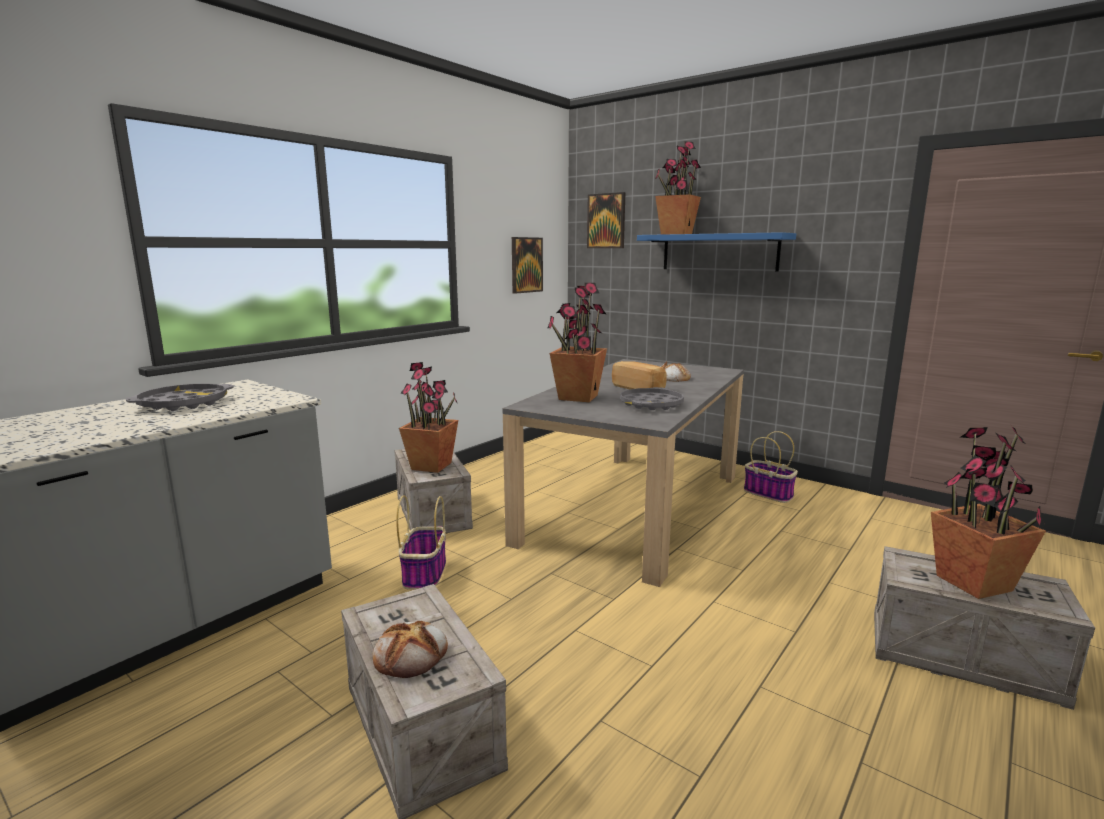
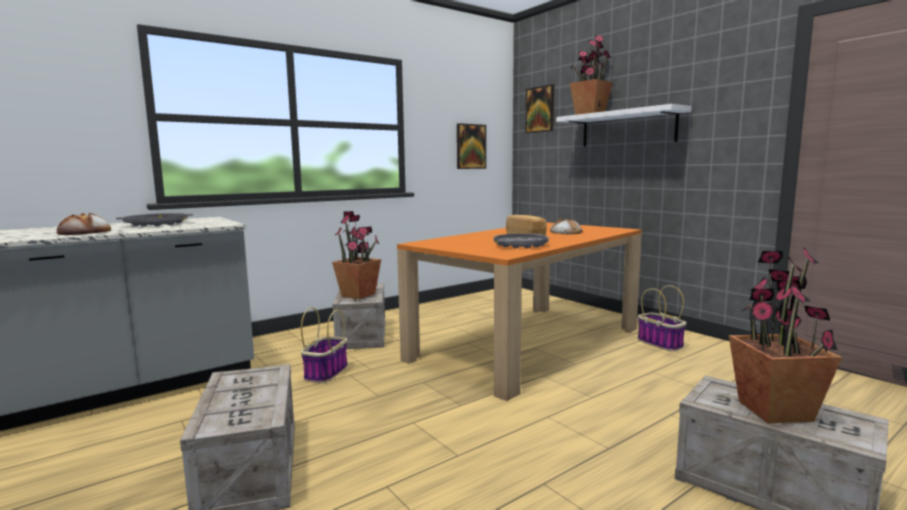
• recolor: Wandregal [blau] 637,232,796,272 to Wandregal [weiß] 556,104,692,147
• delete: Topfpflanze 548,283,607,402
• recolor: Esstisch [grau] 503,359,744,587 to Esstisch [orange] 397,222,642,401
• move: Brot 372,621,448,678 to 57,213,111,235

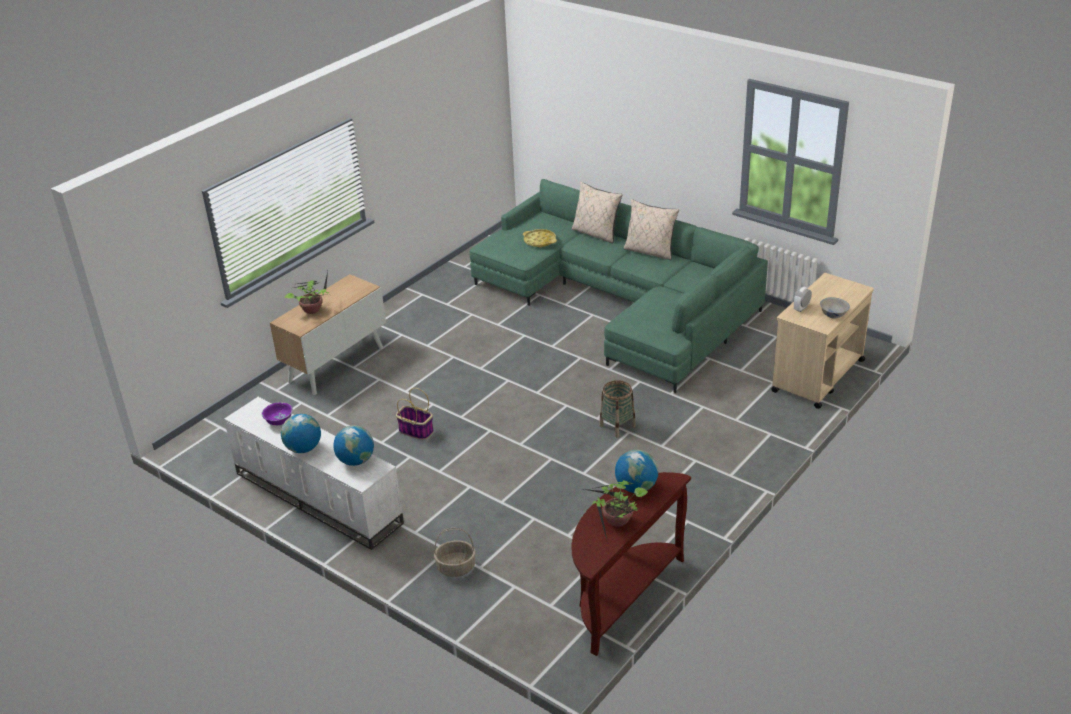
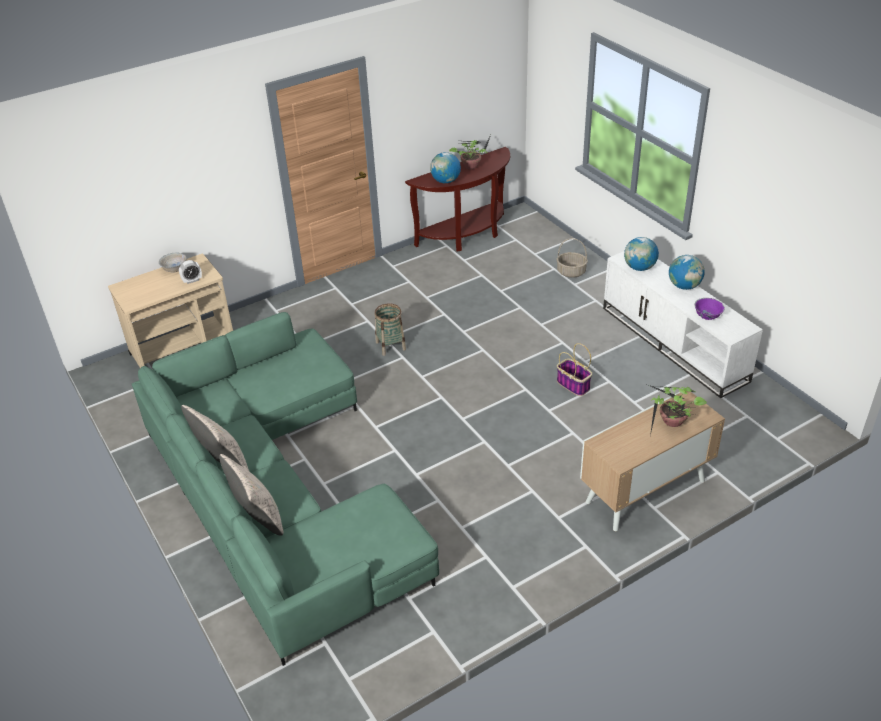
• delete: Tablett [gelb] 523,229,557,248

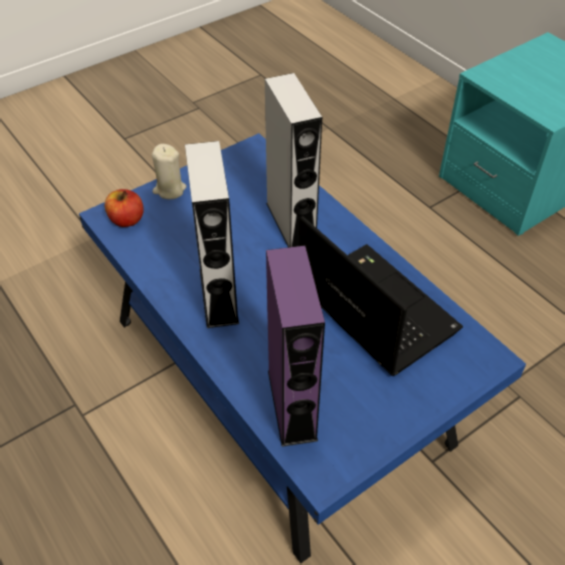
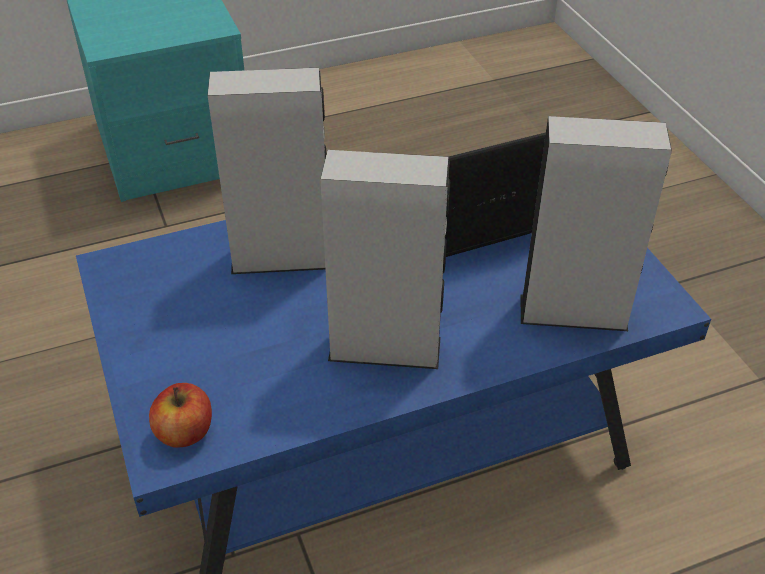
• delete: Kerze [beige] 152,144,186,199
• recolor: Lautsprecher [lila] 266,246,325,447 to Lautsprecher [grau] 521,116,672,331

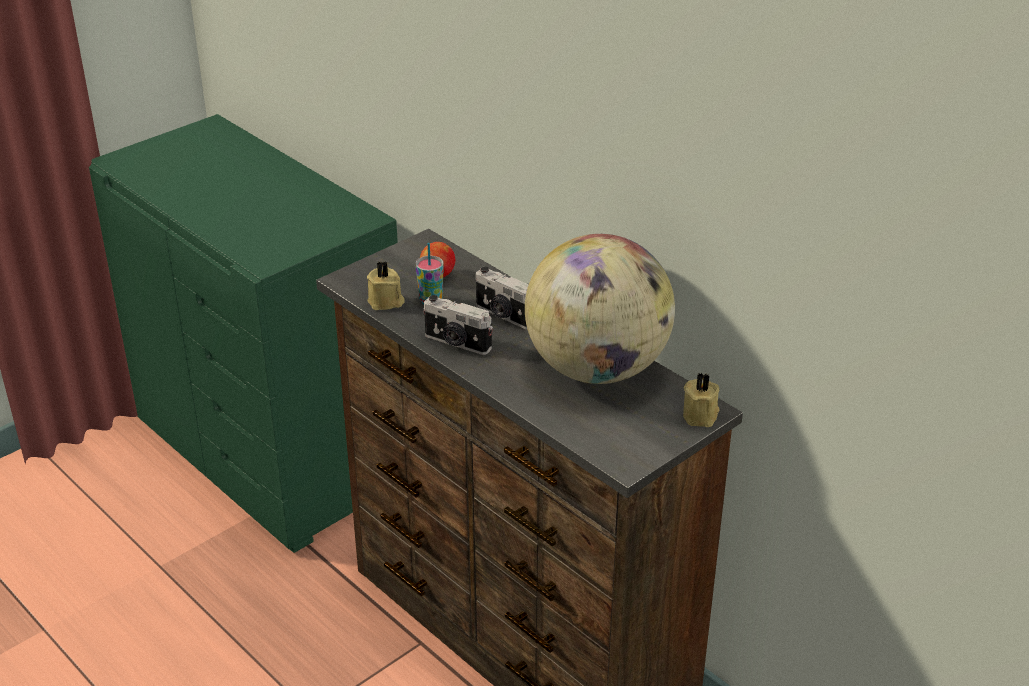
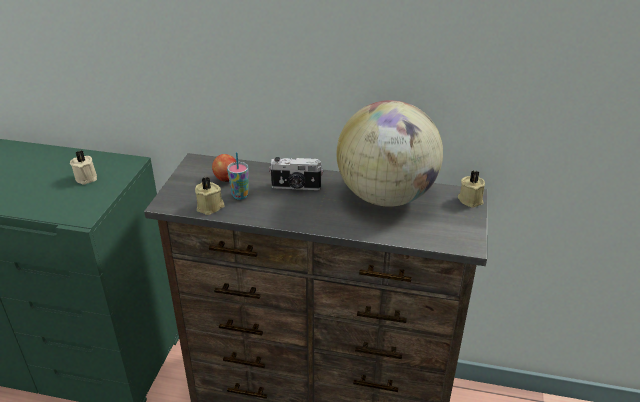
• delete: Kamera 423,295,493,355
• insert: Kerze [beige] 70,151,97,185

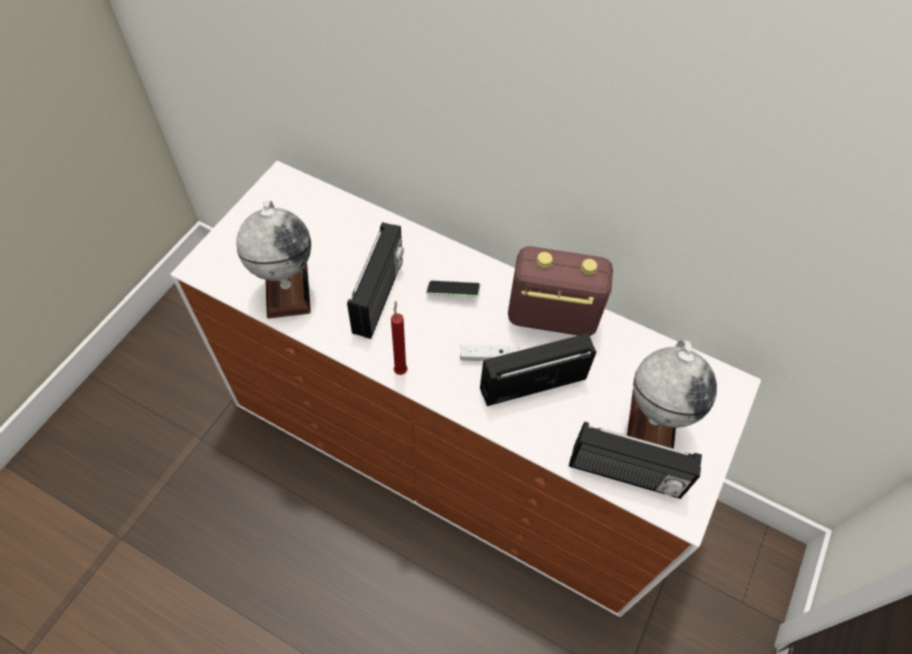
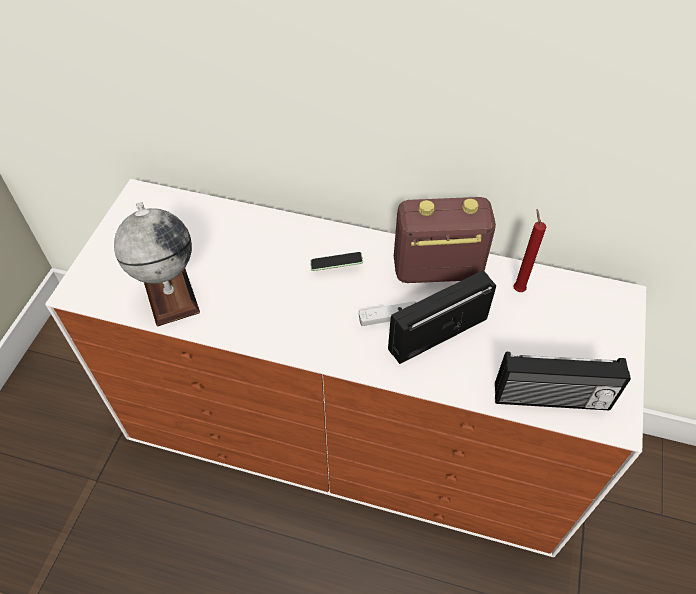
• delete: Radio 347,222,404,339
• move: Kerze [rot] 391,301,408,375 to 513,209,546,292
• delete: Globus 627,340,717,449

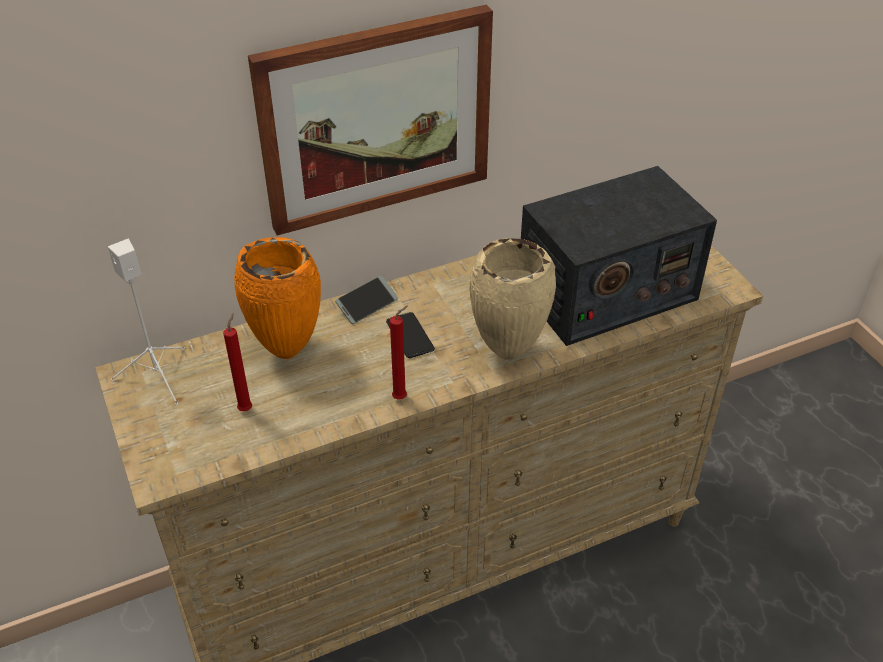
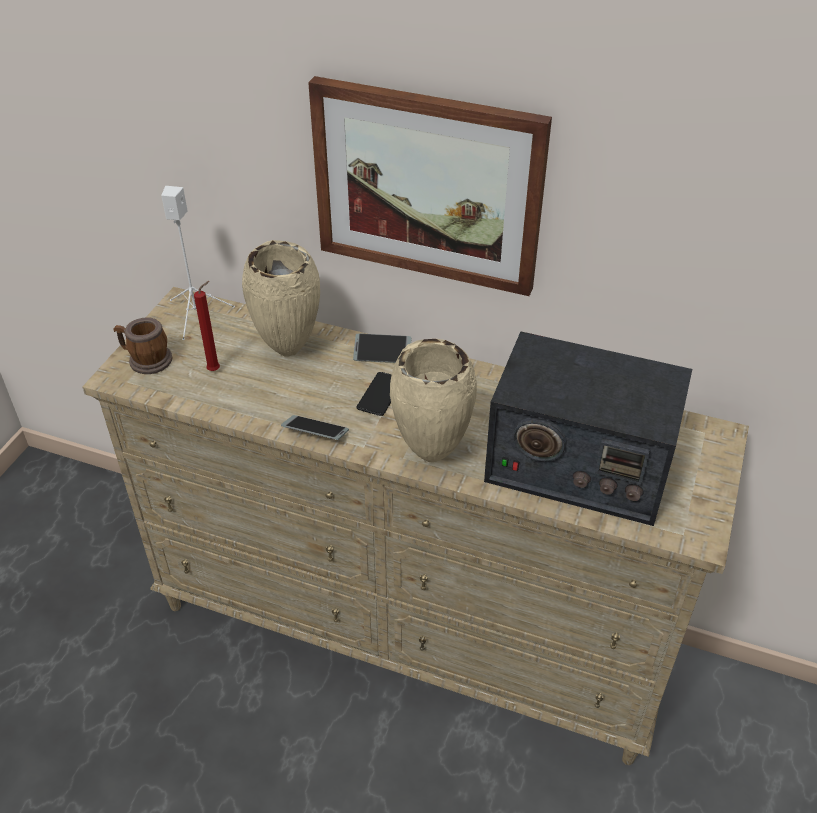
• recolor: Vase [orange] 234,237,321,359 to Vase [beige] 242,240,320,357
• replace: Kerze [rot] 390,306,408,400 to Handy 281,415,349,440
• insert: Henkelbecher 114,318,172,374

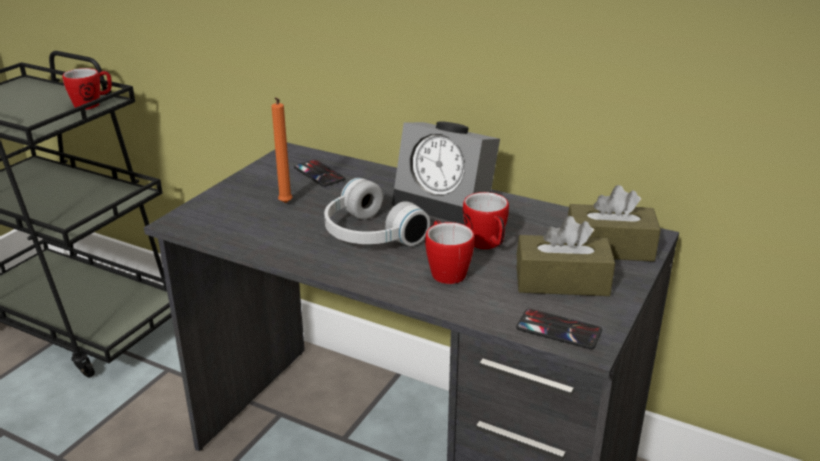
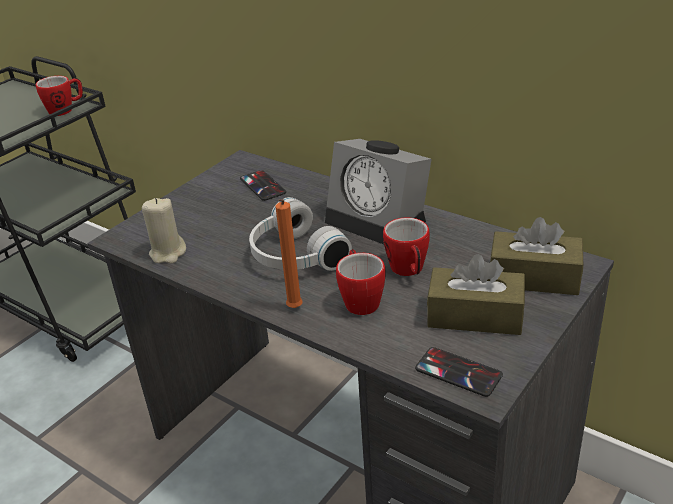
• move: Kerze [orange] 271,97,293,203 to 276,199,303,308
• insert: Kerze [beige] 142,198,186,263

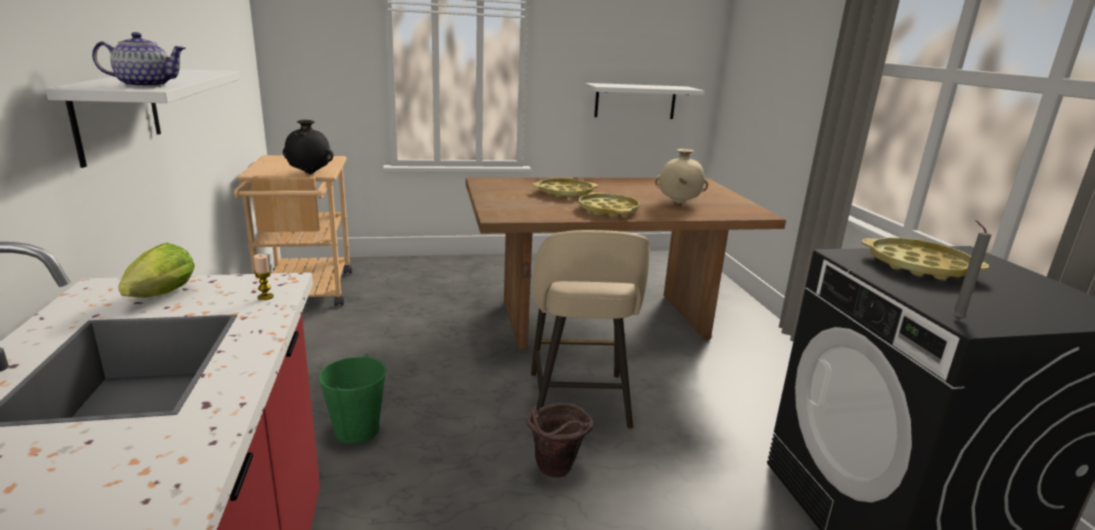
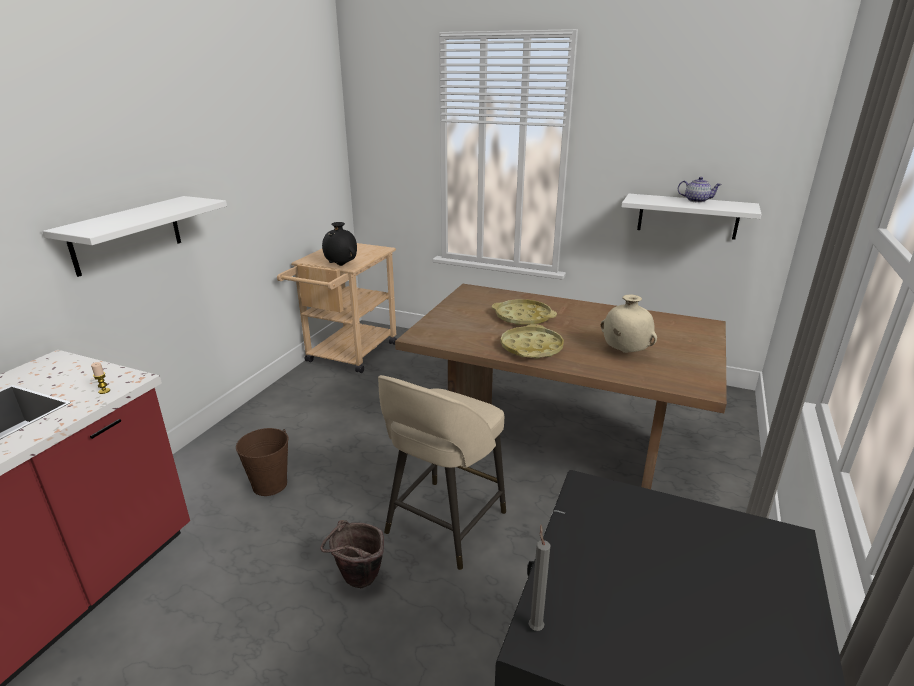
• move: Teekanne 92,32,186,87 to 678,177,722,203
• delete: Tablett [gelb] 862,237,989,280
• delete: Salatkopf 118,243,195,298
• recolor: Eimer [grün] 318,354,387,444 to Eimer [braun] 236,428,289,496

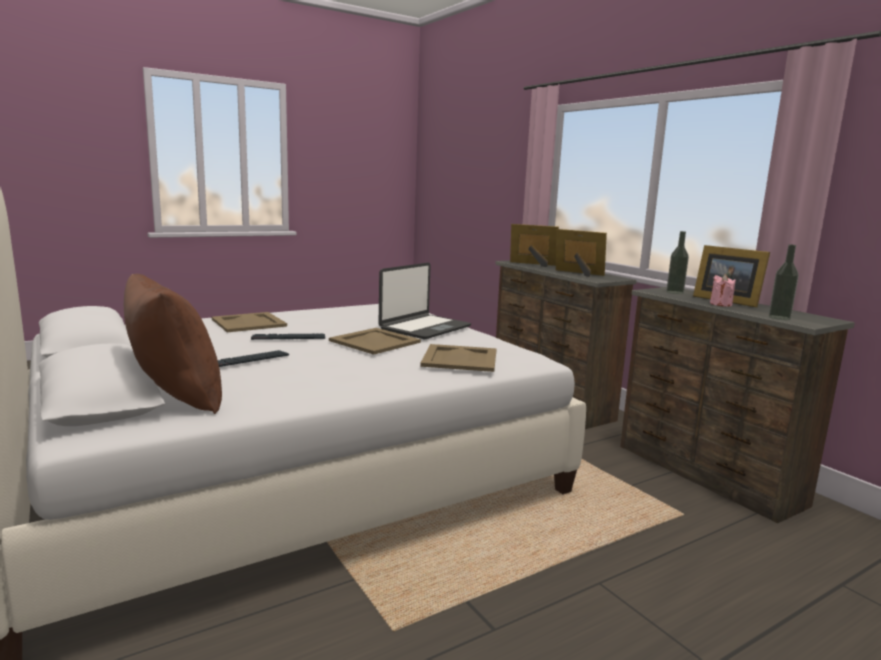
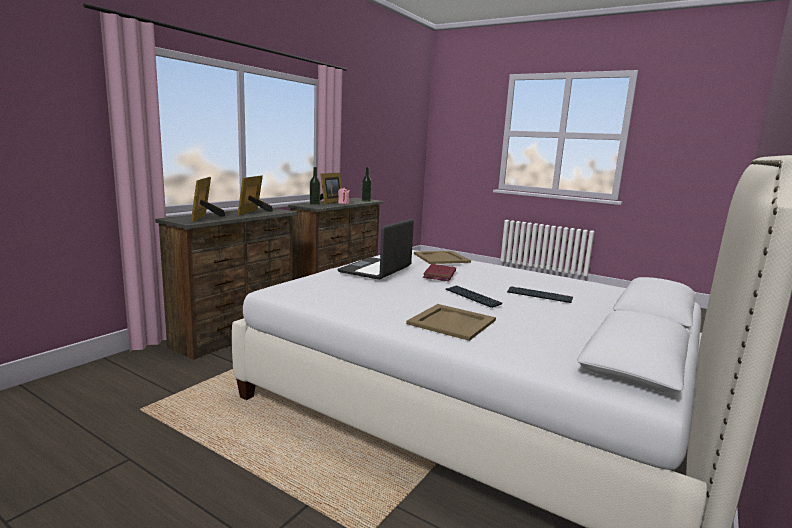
• rotate: Laptop 379,263,471,340 = 337,219,414,280 75 degrees counterclockwise
• delete: Kissen [braun] 124,274,222,414
• replace: Tablett [beige] 329,328,421,355 to Buch [rot] 423,264,456,281

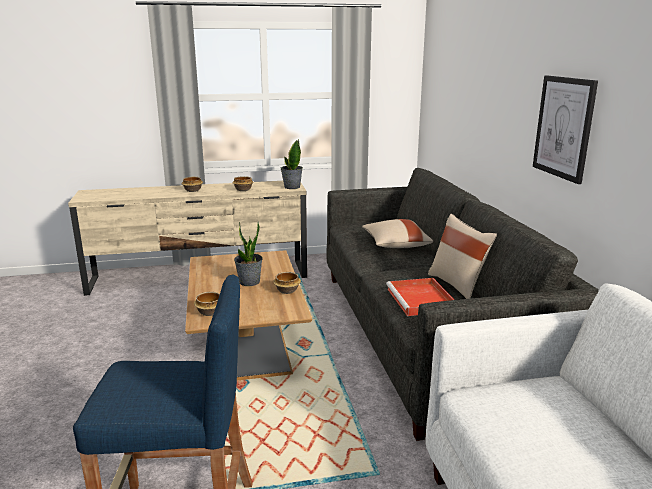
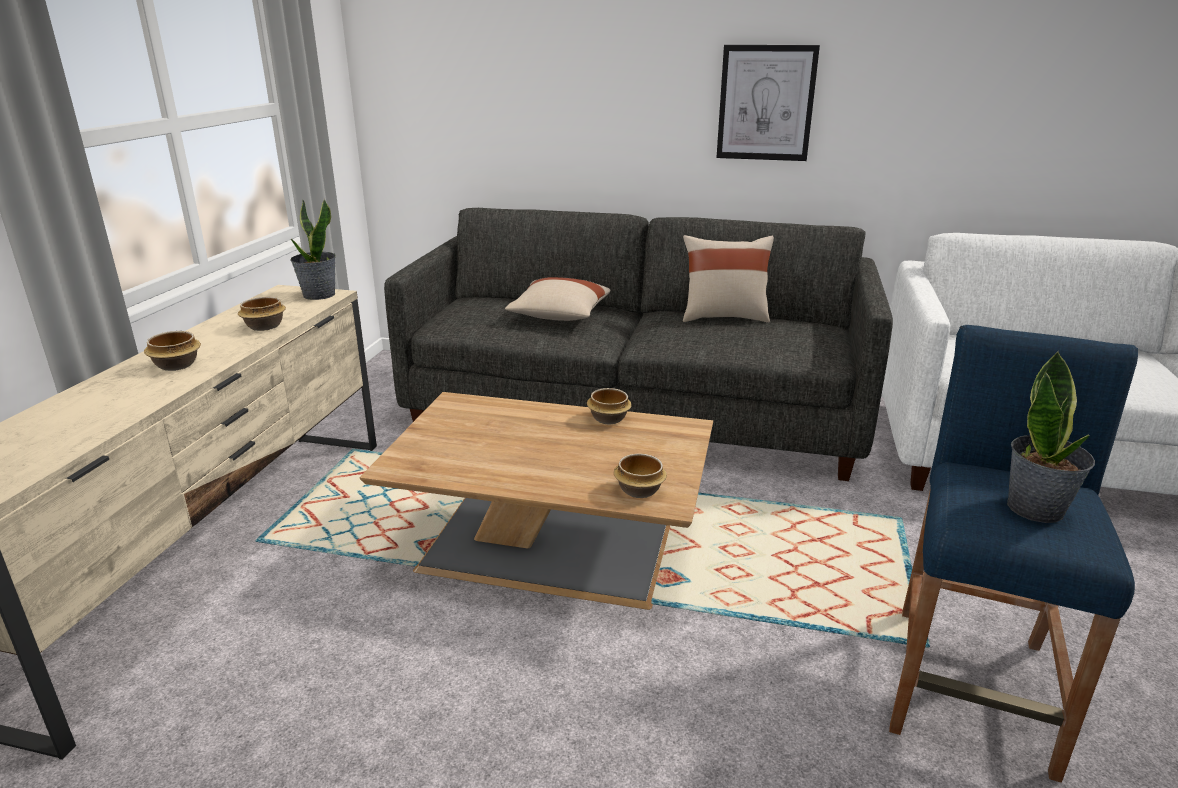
• move: Topfpflanze 234,221,263,286 to 1007,351,1095,523
• delete: Tablett [rot] 386,278,454,316

